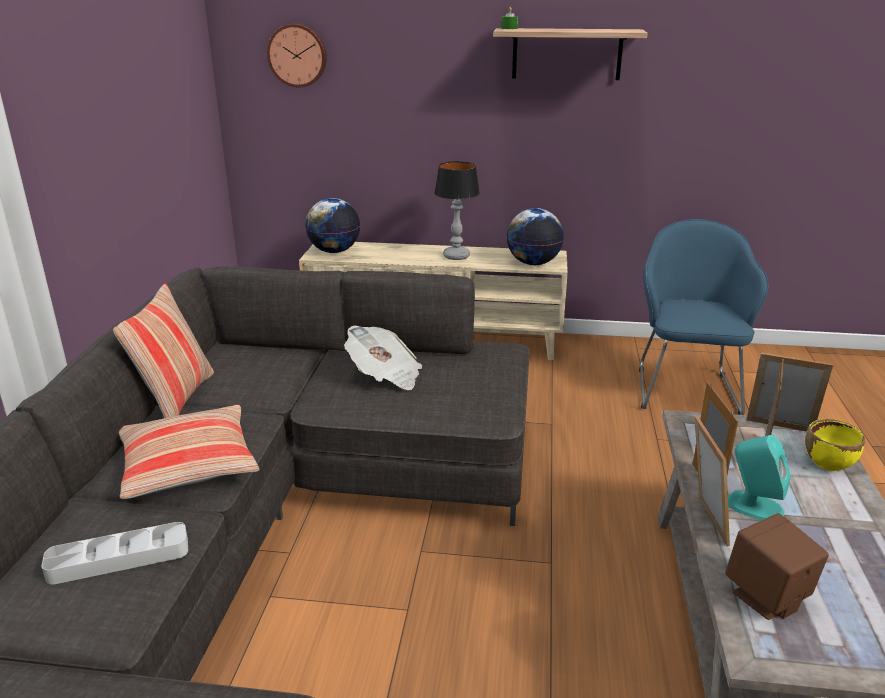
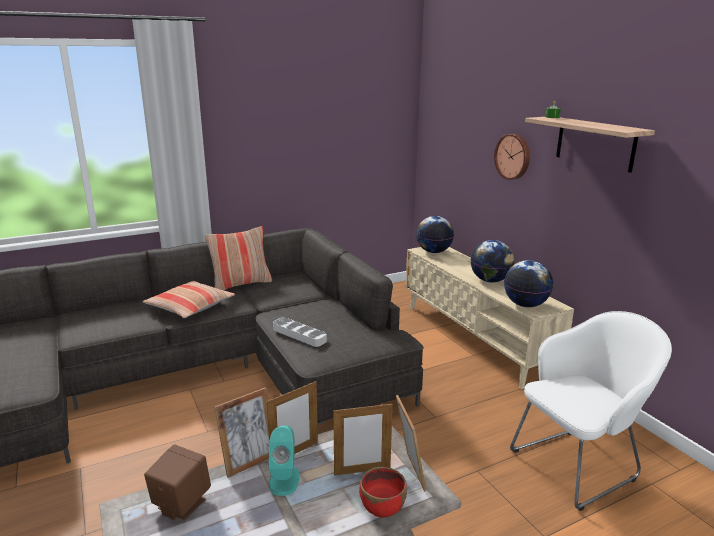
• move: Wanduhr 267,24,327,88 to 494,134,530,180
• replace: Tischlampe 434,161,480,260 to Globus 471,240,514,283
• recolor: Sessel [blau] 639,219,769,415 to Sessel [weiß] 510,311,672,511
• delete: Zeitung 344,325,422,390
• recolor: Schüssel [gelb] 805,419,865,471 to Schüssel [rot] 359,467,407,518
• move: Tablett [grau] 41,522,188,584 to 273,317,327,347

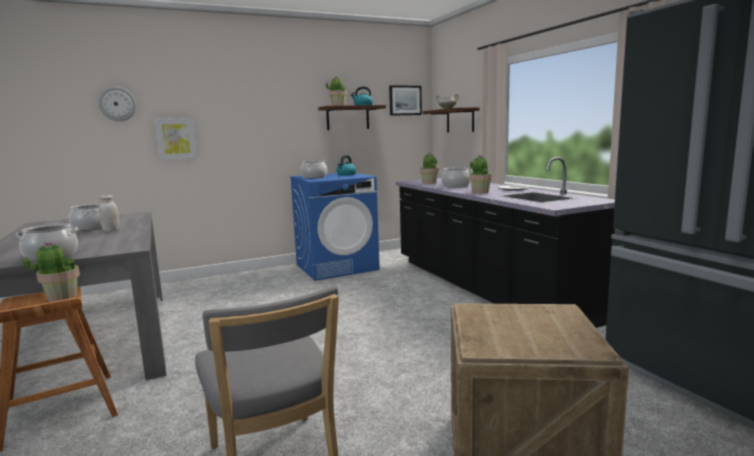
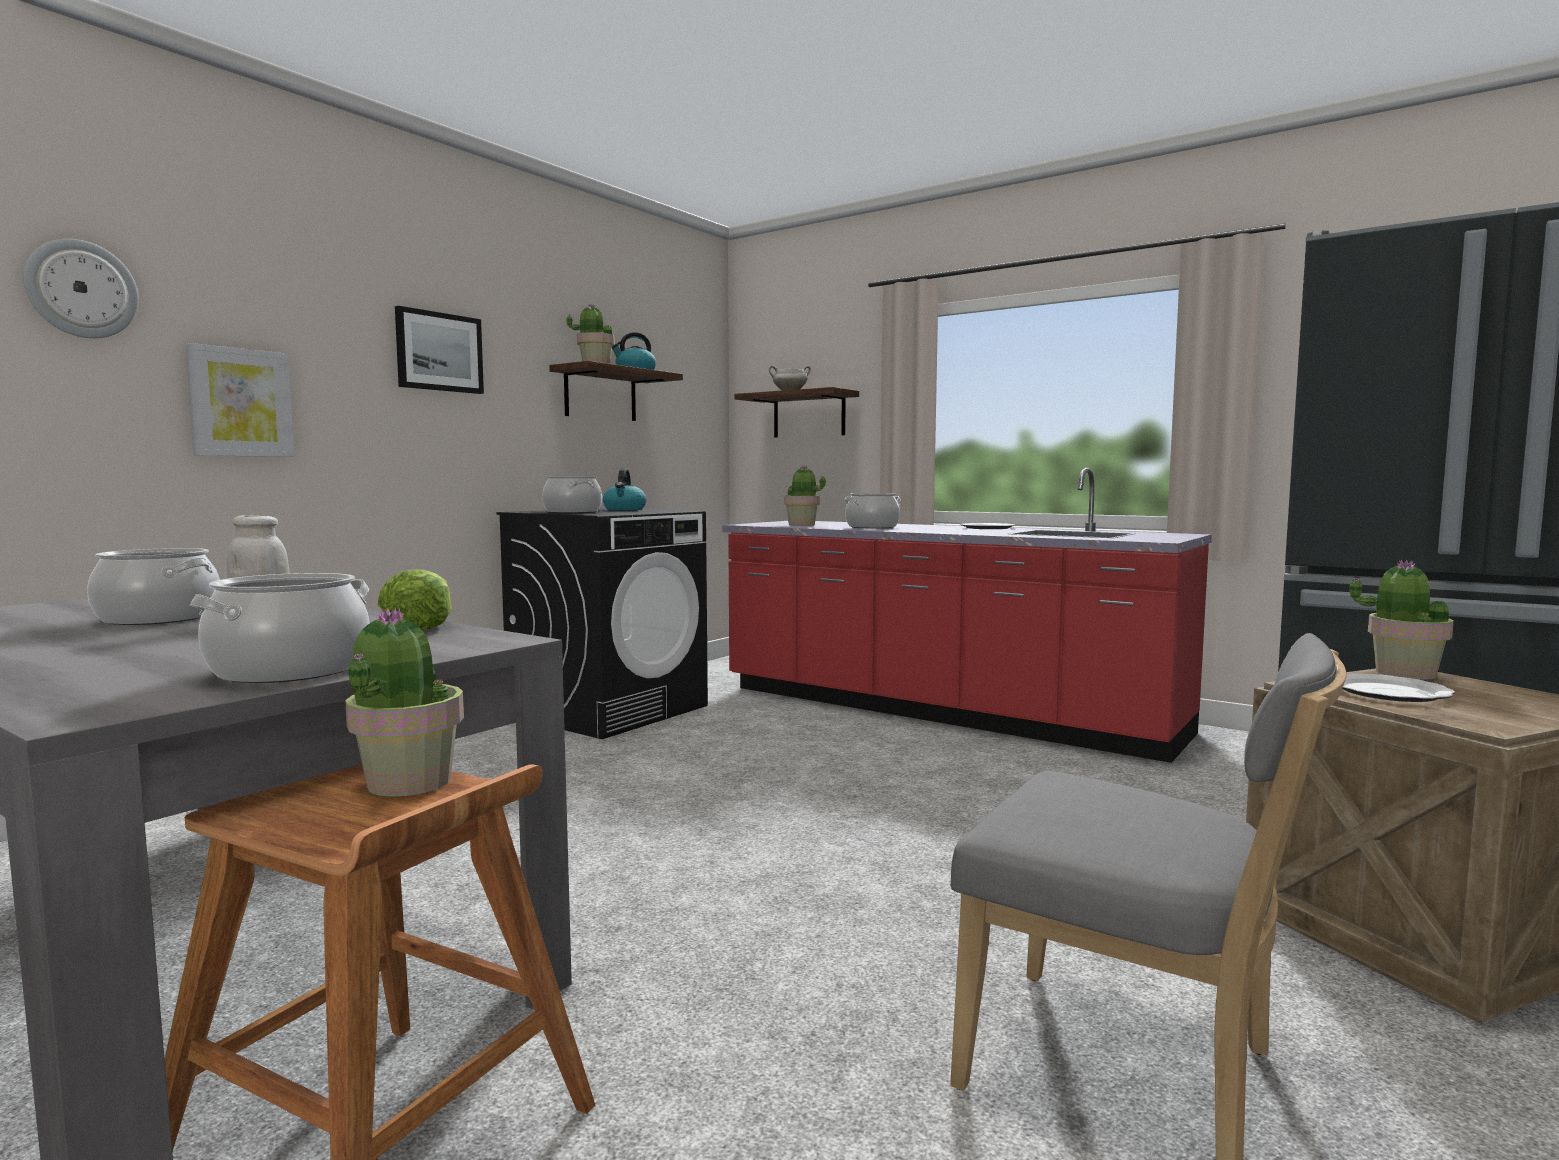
• move: Bild 389,85,422,116 to 395,306,484,394
• move: Topfpflanze 469,155,492,193 to 1350,559,1454,680
• recolor: Küchenzeile [schwarz] 396,157,615,328 to Küchenzeile [rot] 722,468,1212,763
• recolor: Waschmaschine [blau] 290,173,380,281 to Waschmaschine [schwarz] 496,508,708,739
• insert: Salatkopf 378,569,452,630
• insert: Teller 1342,674,1455,702

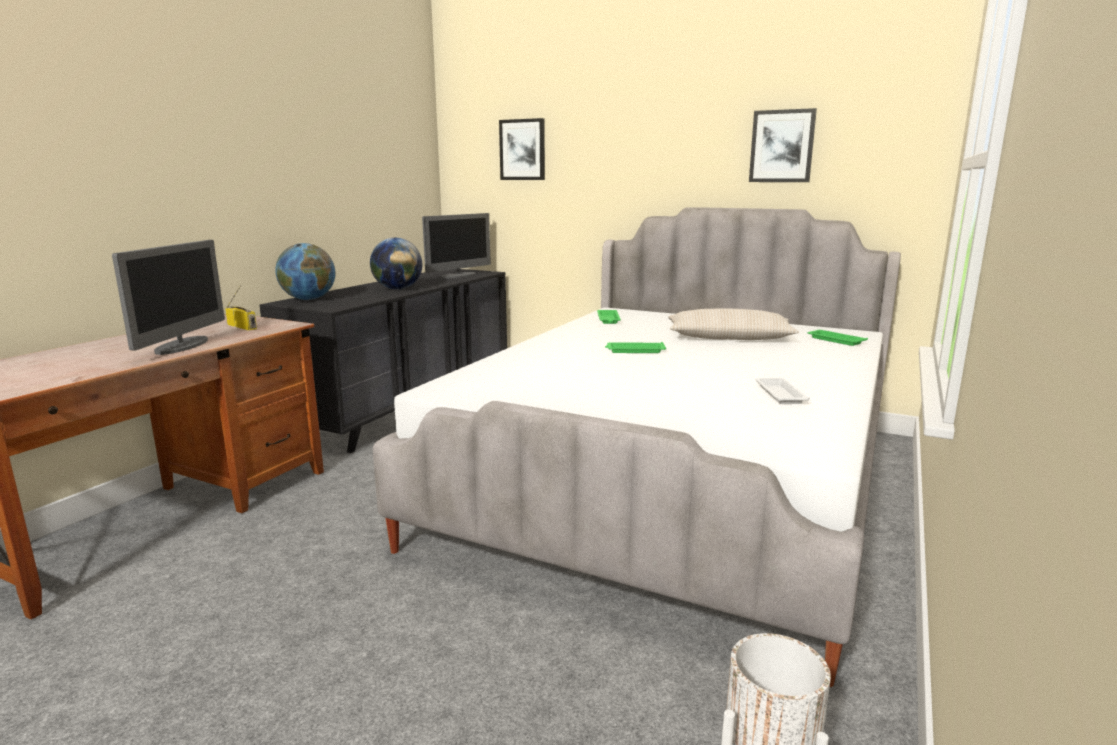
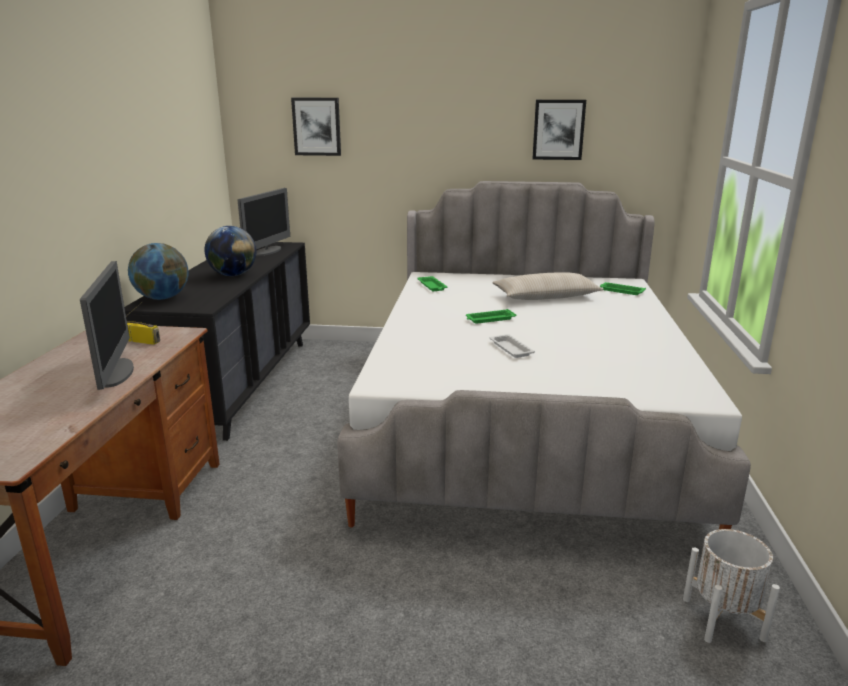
• move: Tablett [weiß] 755,378,810,404 to 490,334,535,358

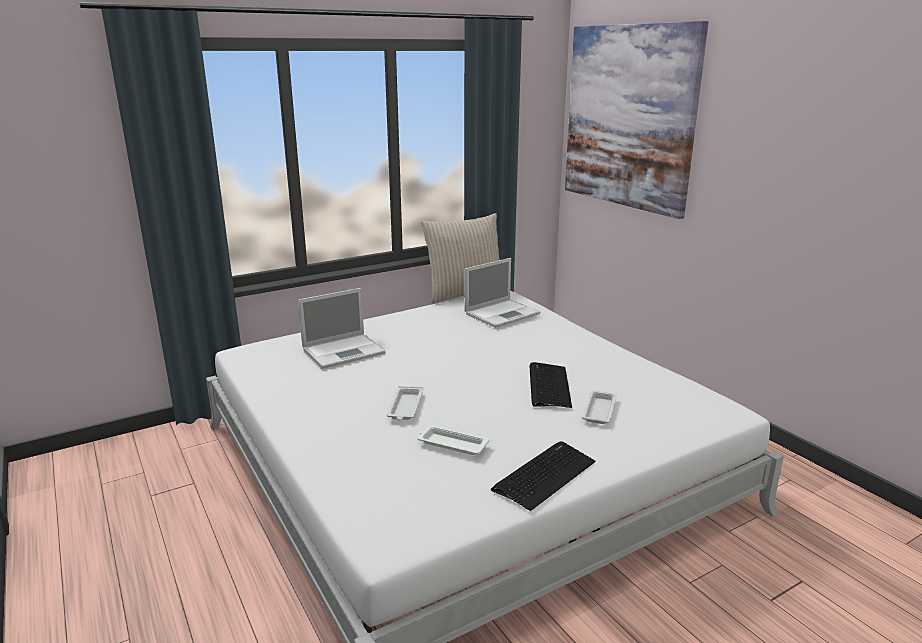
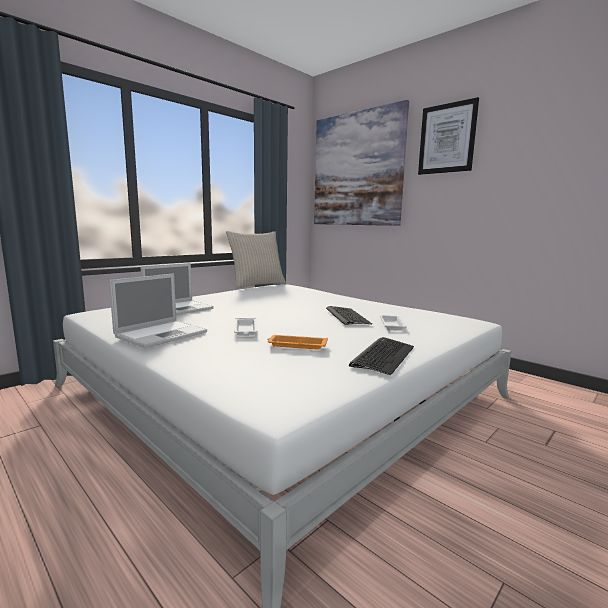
• move: Laptop 465,258,540,328 to 109,273,207,348
• recolor: Tablett [weiß] 417,425,490,455 to Tablett [orange] 267,335,328,350
• insert: Bild 418,97,479,175

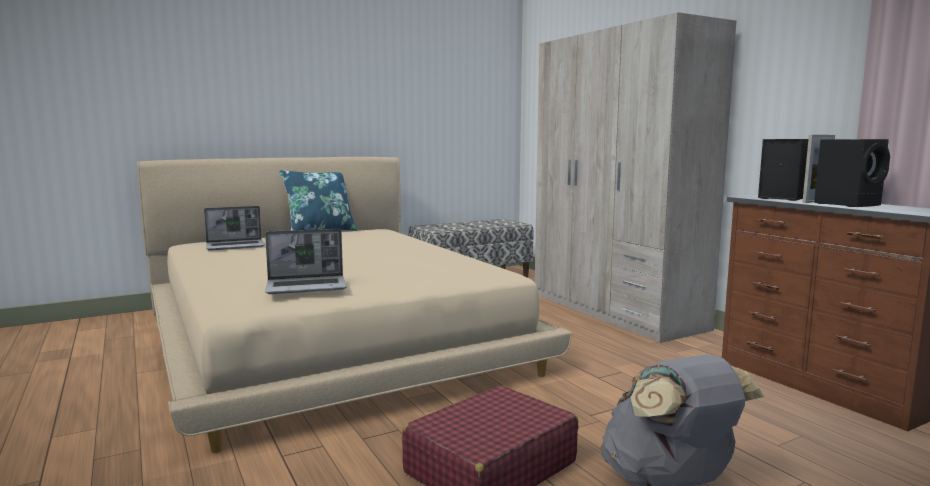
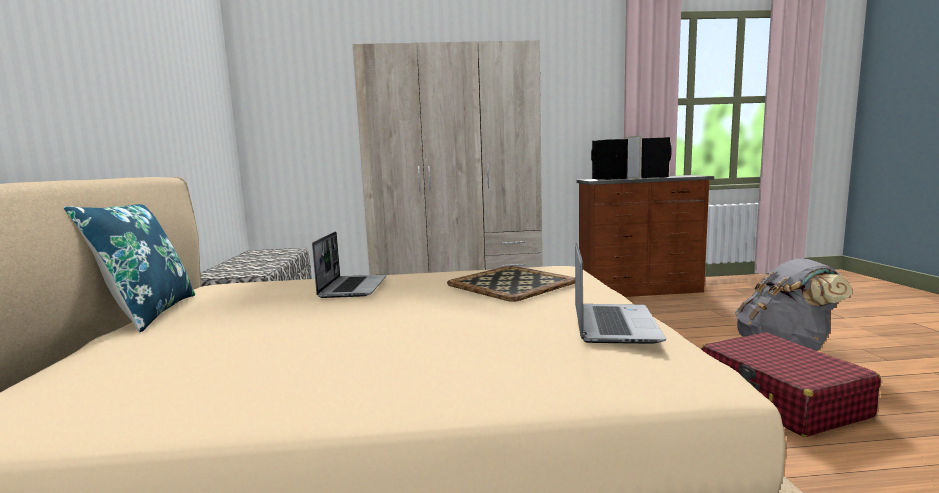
• move: Laptop 204,206,265,251 to 312,231,386,298
• insert: Tablett 447,266,575,302

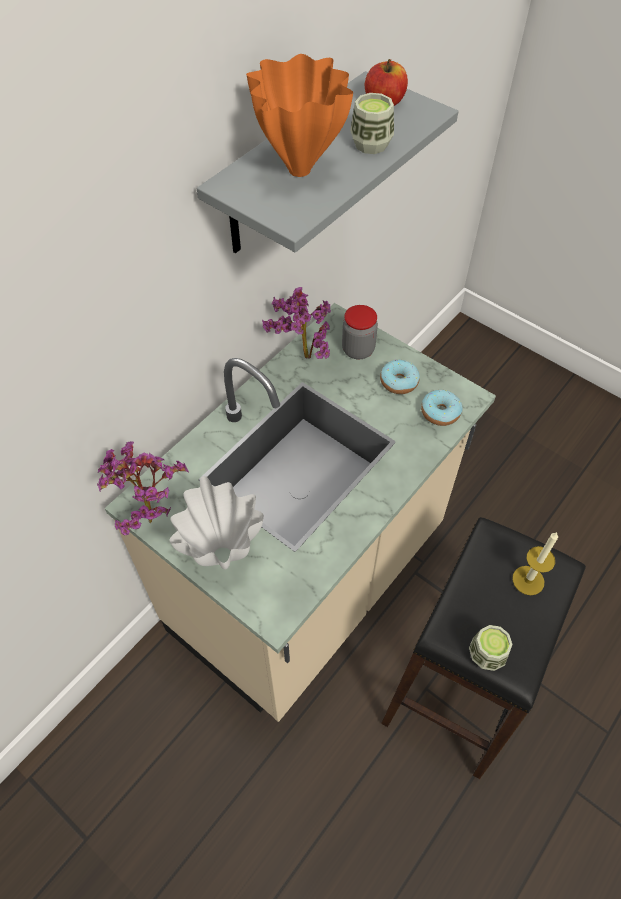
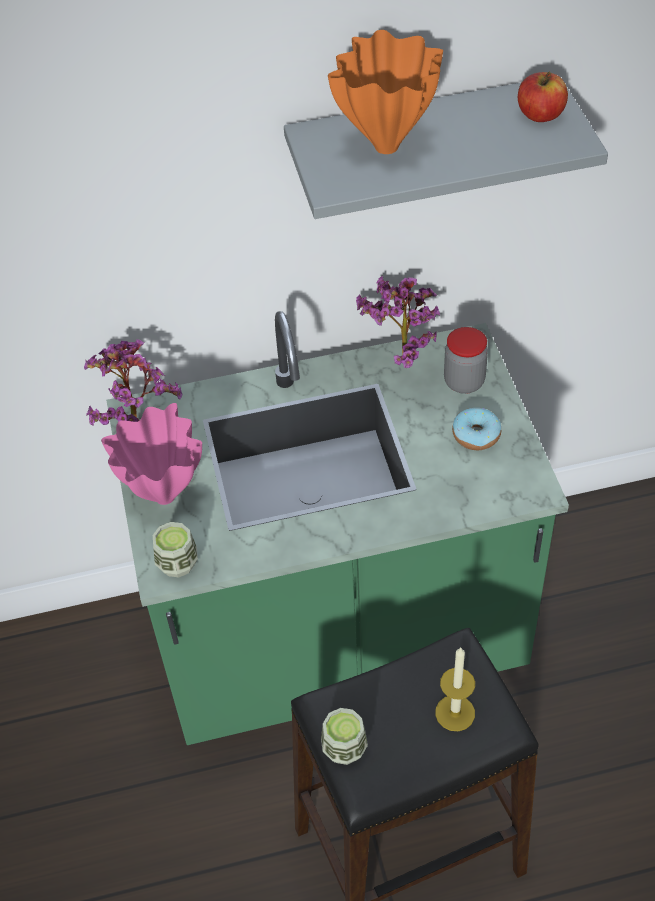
• move: Tasse 350,93,394,154 to 153,522,198,577
• recolor: Küchenzeile [beige] 105,303,496,722 to Küchenzeile [grün] 106,311,569,745
• delete: Donut 421,390,463,426
• recolor: Vase [weiß] 169,476,264,569 to Vase [rosa] 101,403,202,505

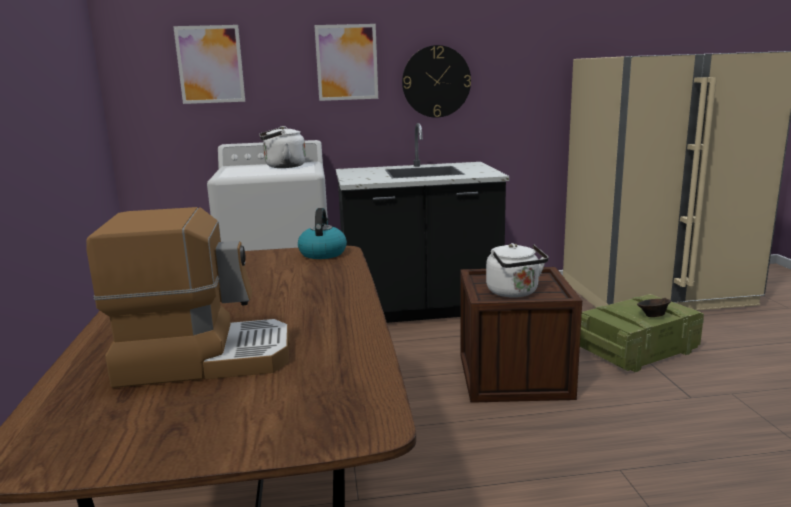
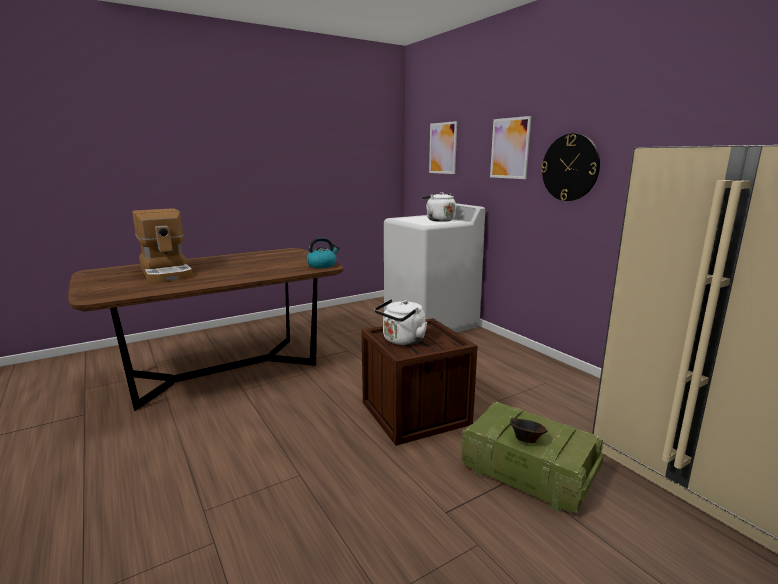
• delete: Küchenzeile [schwarz] 336,123,509,323

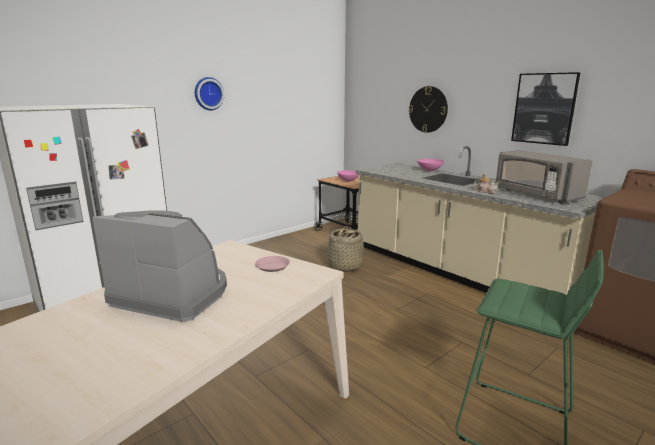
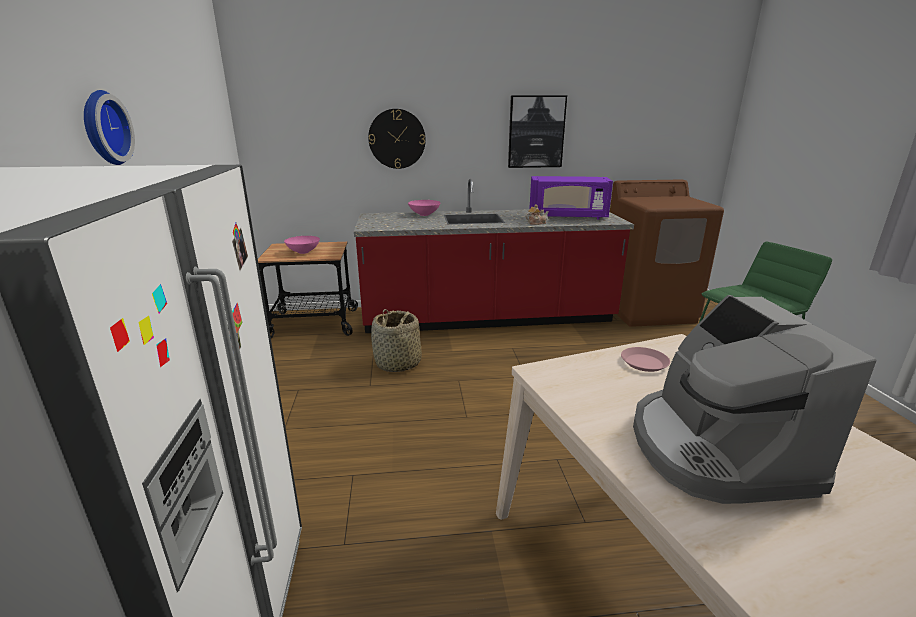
• recolor: Küchenzeile [beige] 356,146,605,295 to Küchenzeile [rot] 354,179,634,333
• recolor: Mikrowelle [grau] 496,150,593,203 to Mikrowelle [lila] 529,176,613,220
• rotate: Kaffeemaschine 93,210,227,322 = 633,295,877,504 60 degrees counterclockwise

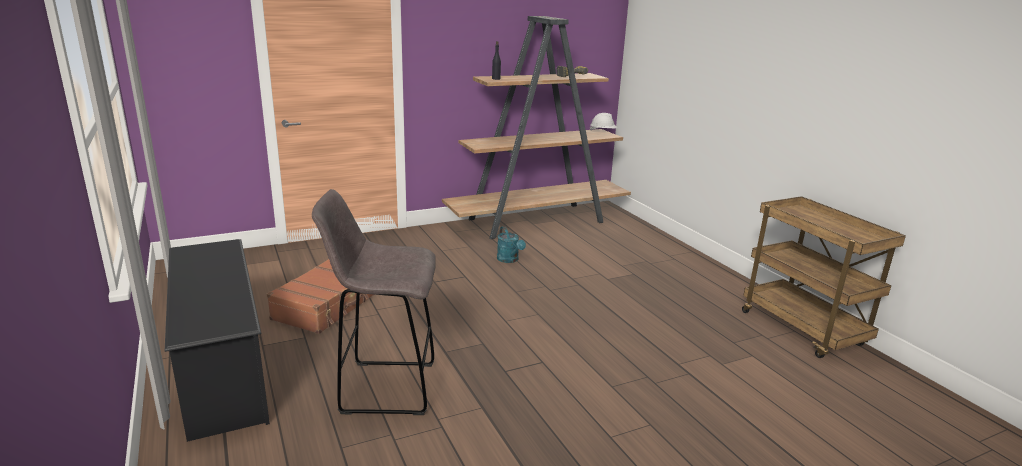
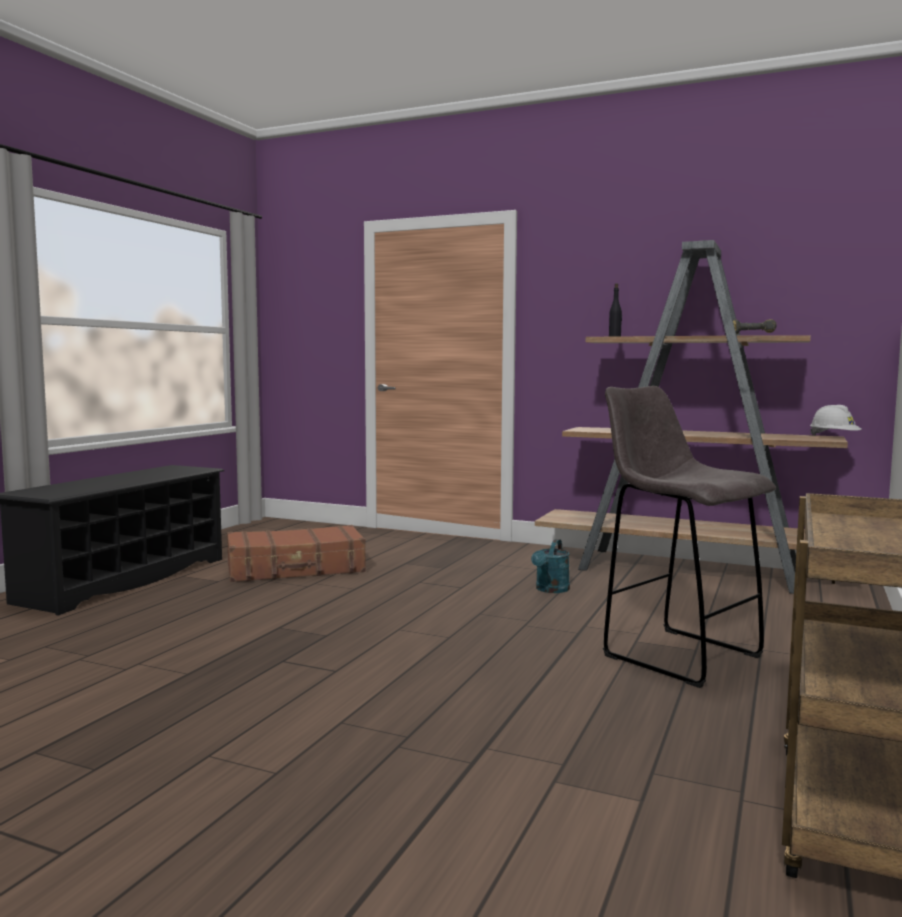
• move: Hocker [grau] 312,189,436,415 to 603,386,776,688

